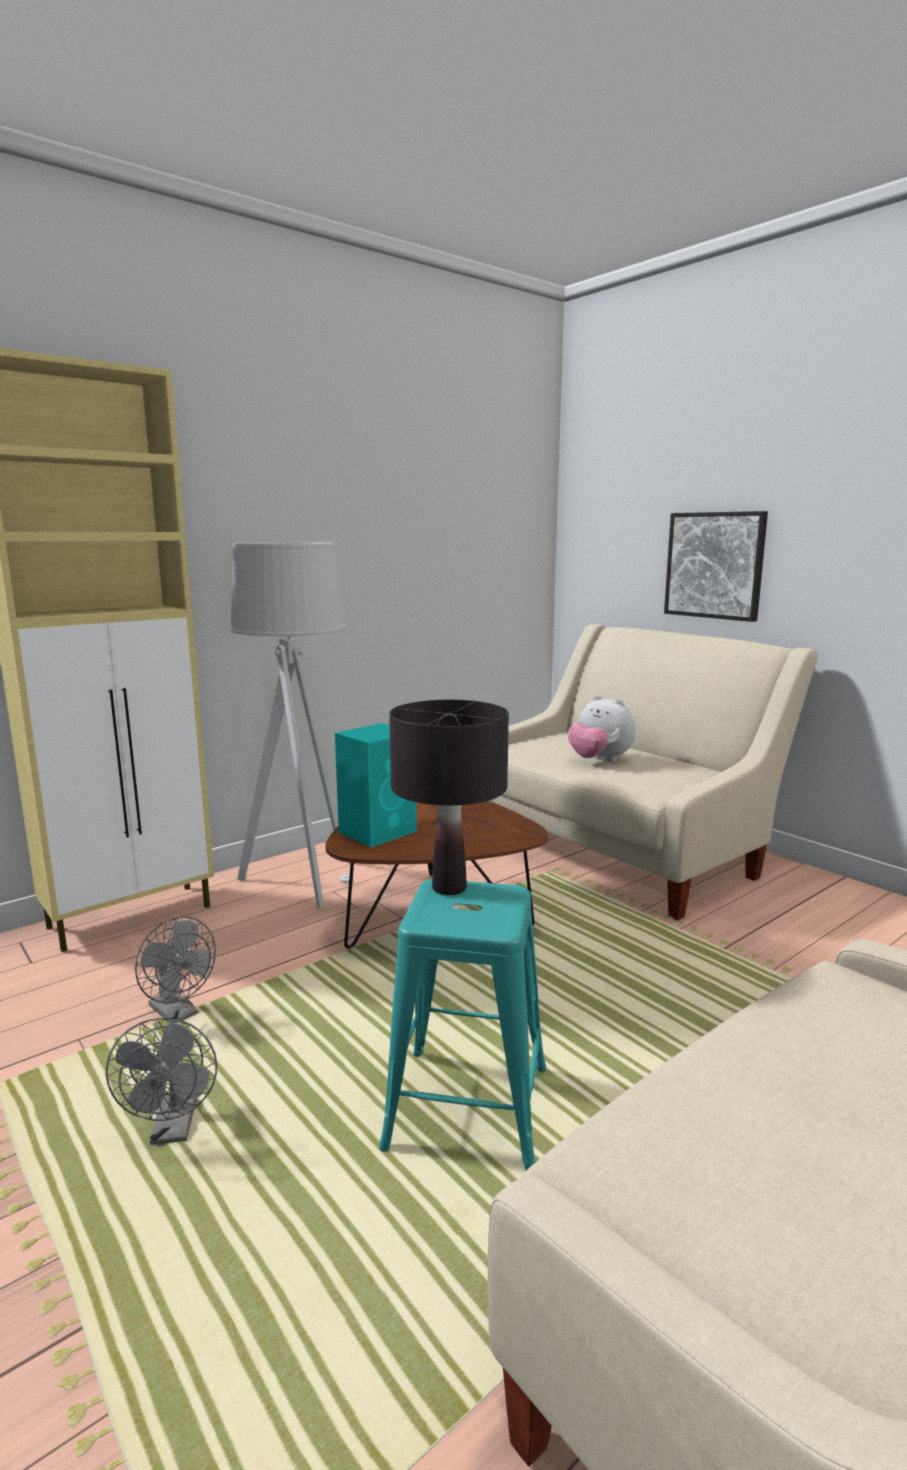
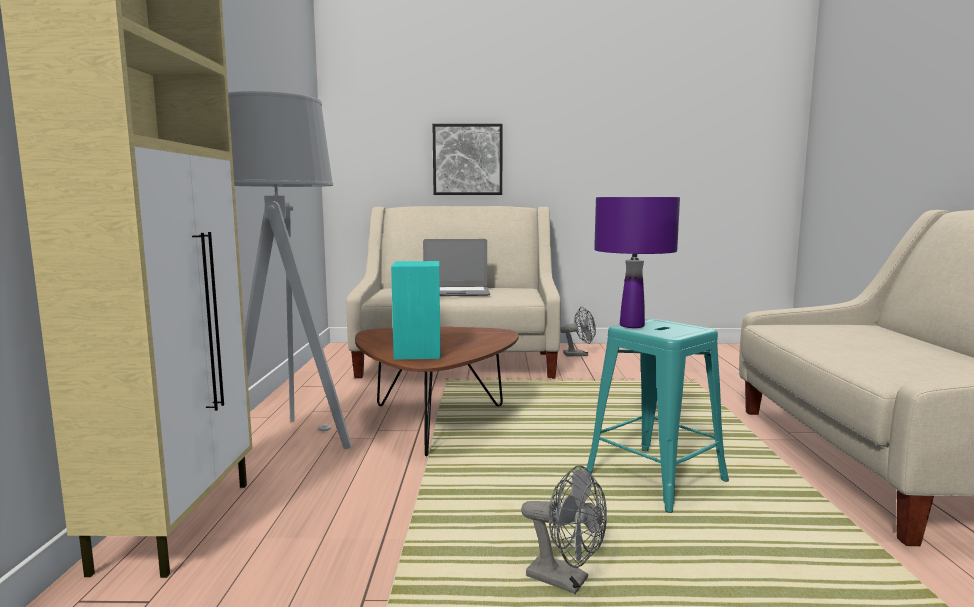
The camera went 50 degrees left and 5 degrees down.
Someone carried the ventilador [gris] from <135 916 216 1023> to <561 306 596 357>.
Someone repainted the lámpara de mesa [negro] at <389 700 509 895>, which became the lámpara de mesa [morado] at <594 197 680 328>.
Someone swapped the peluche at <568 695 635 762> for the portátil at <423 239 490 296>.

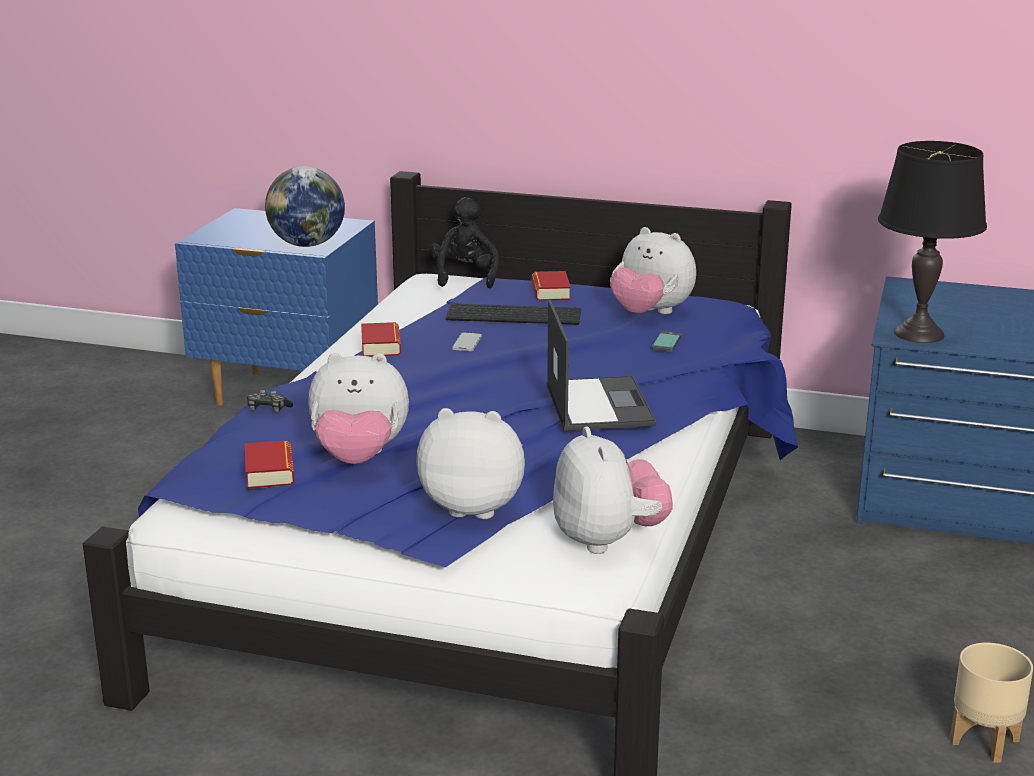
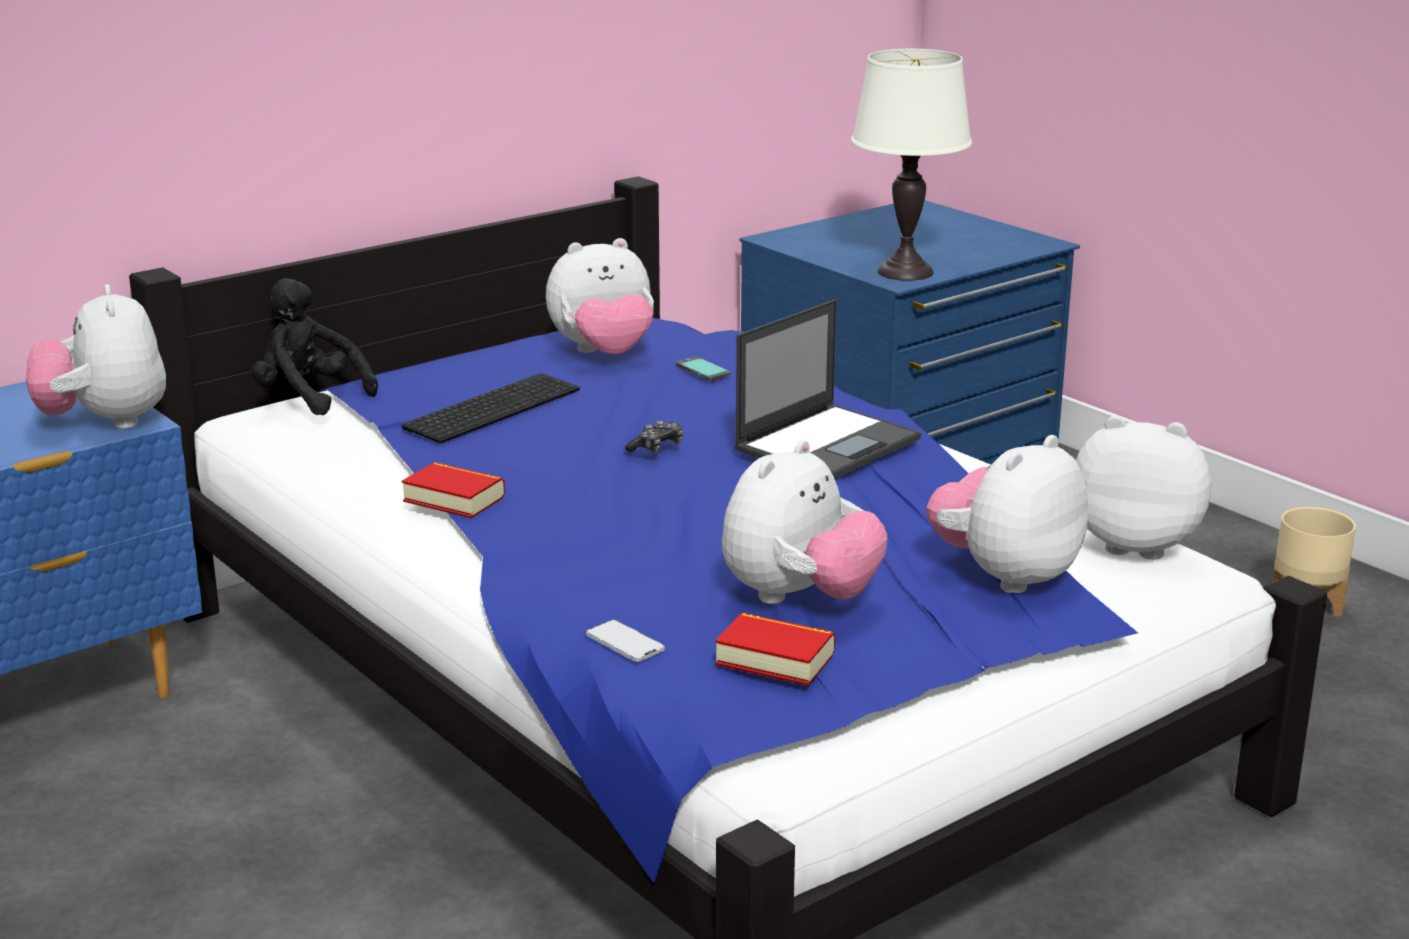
The camera went 55 degrees left and 0 degrees up.
Someone carried the mando de consola from <247 390 293 412> to <625 421 683 453>.
Someone swapped the globo terráqueo at <265 166 345 247> for the peluche at <25 284 166 429>.
Someone carried the móvil from <452 332 482 351> to <586 620 665 662>.
Someone took away the libro at <532 271 571 301>.
Someone rotated the portátil at <547 300 656 431> by 105 degrees clockwise.
Someone repainted the lámpara de mesa [negro] at <878 141 987 343>, which became the lámpara de mesa [blanco] at <851 49 972 281>.

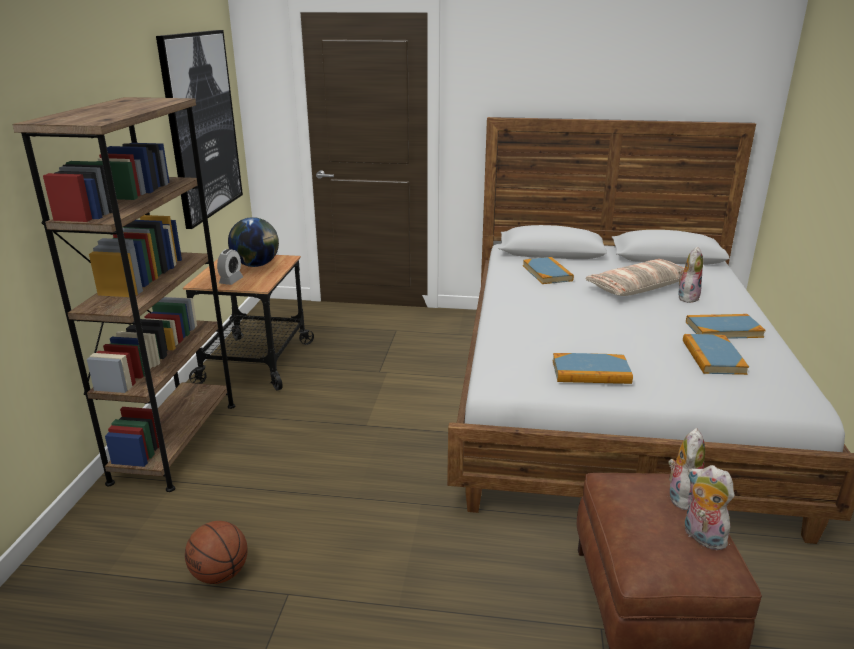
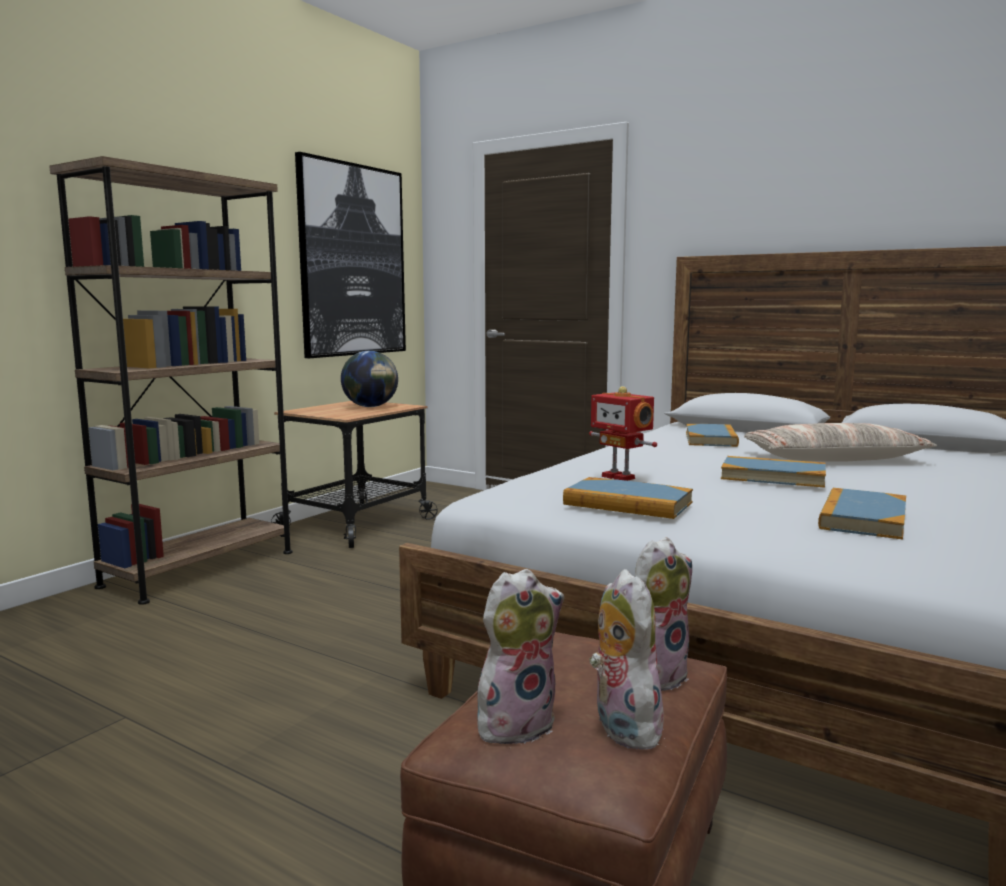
The camera went 25 degrees right and 15 degrees down.
Someone took away the balón de baloncesto at <185 521 248 584>.
Someone took away the despertador at <217 249 243 285>.
Someone carried the peluche from <679 247 703 303> to <477 569 564 748>.
Someone carried the libro from <686 314 766 339> to <721 456 826 488>.
Someone put down the robot de juguete at <589 386 657 481>.

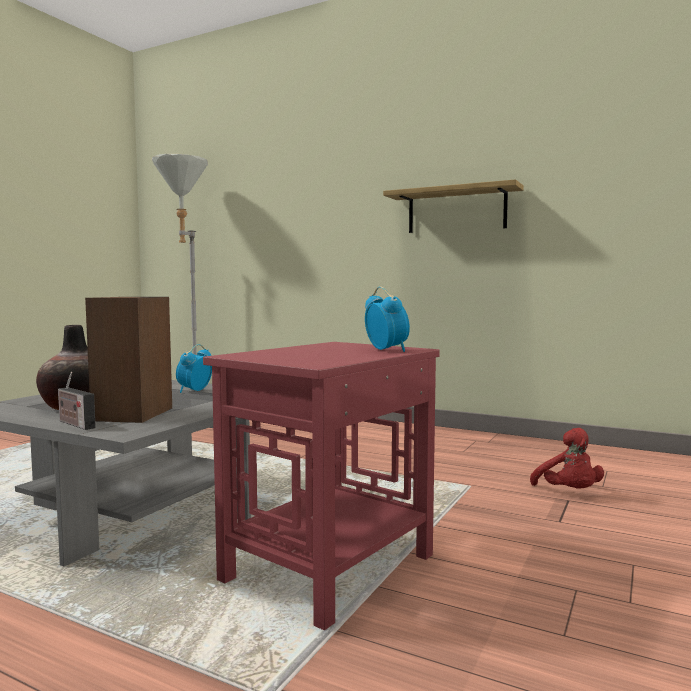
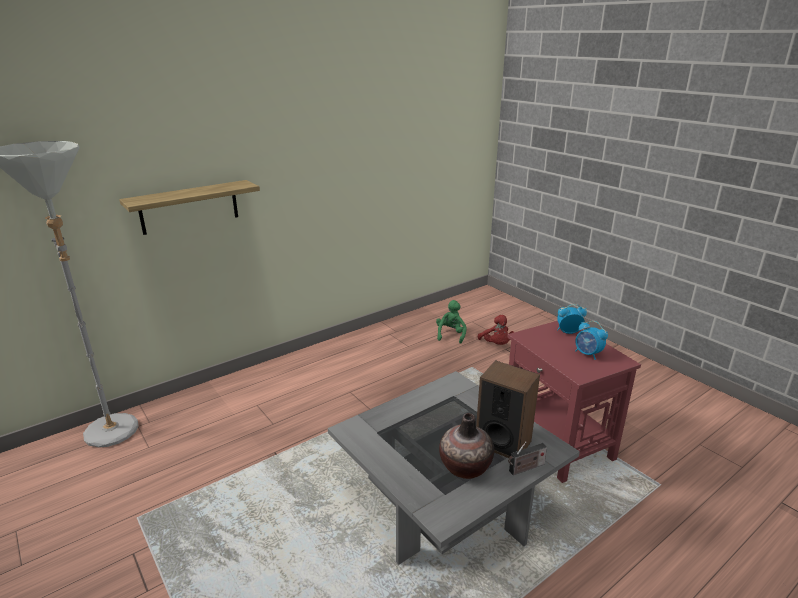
The camera went 65 degrees left and 20 degrees up.
Someone carried the despertador from <176 344 212 393> to <575 321 608 360>.
Someone carried the estante from <383 179 524 233> to <119 180 260 235>.
Someone rotated the peluche [rojo] at <530 428 604 488> by 60 degrees clockwise.
Someone put down the peluche [verde] at <436 300 467 344>.

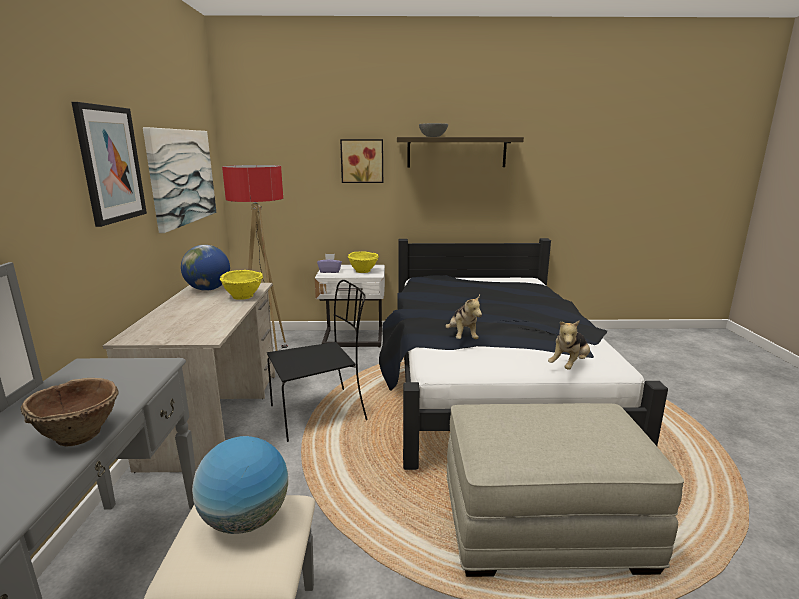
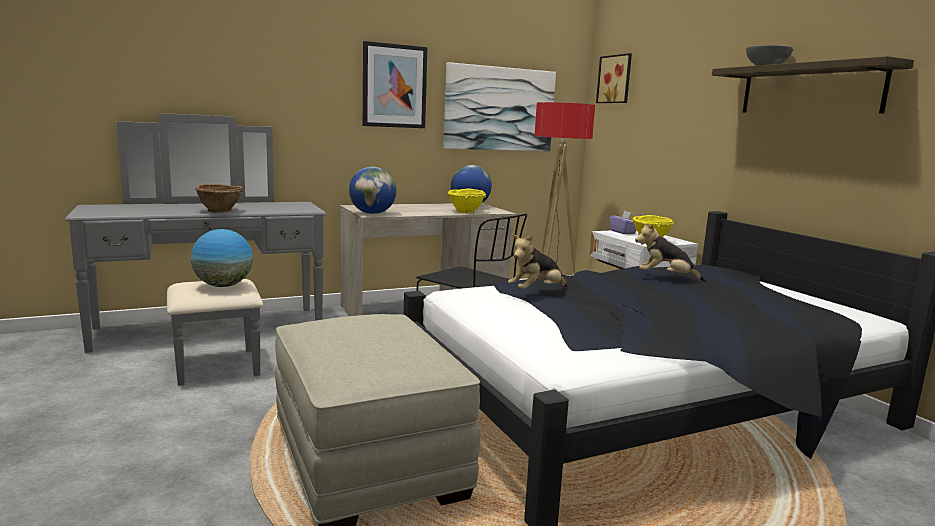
The camera went 65 degrees right and 5 degrees down.
Someone carried the cuadro from <340 139 383 183> to <596 53 632 103>.
Someone carried the peluche from <548 320 590 370> to <635 222 707 282>.
Someone put down the globo terráqueo at <349 167 396 214>.

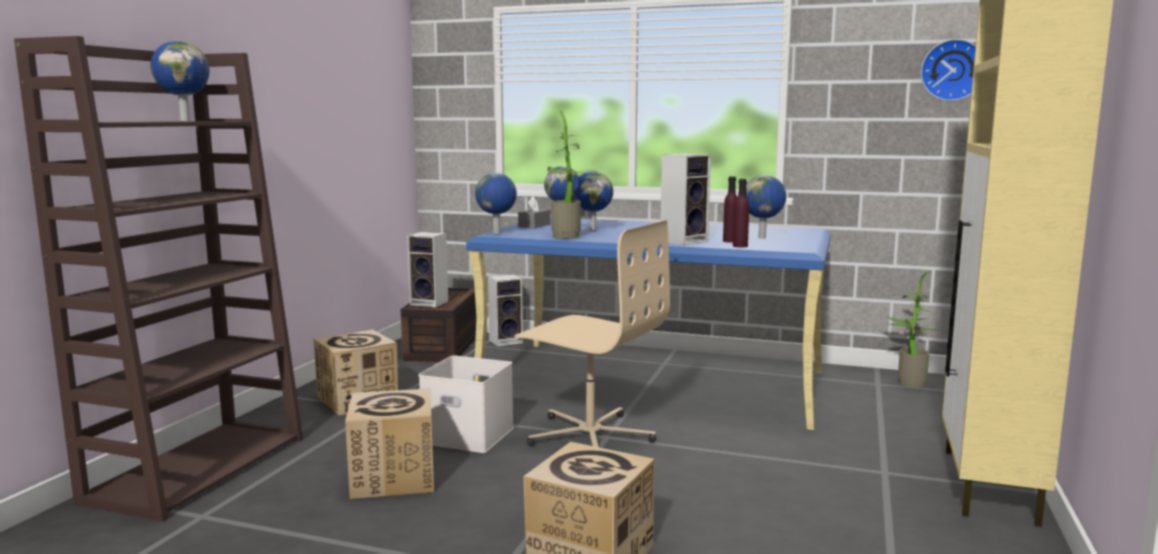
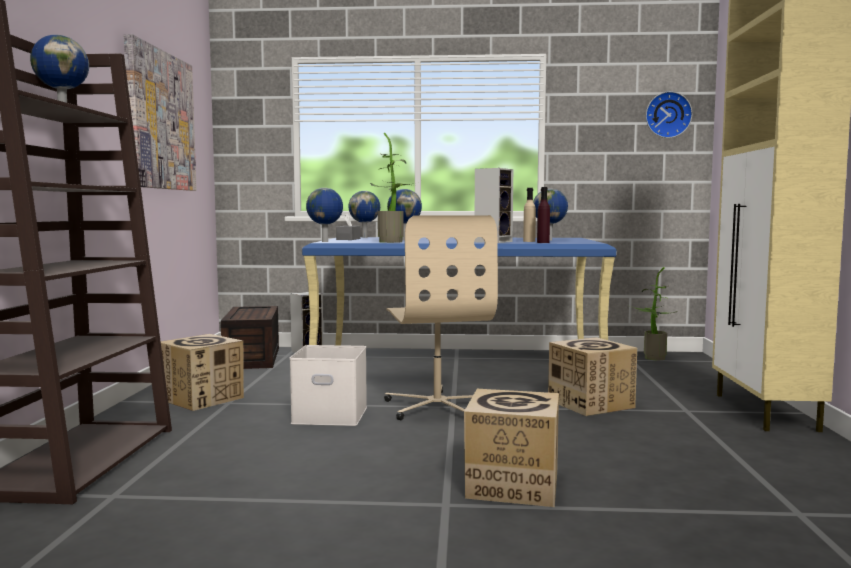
The camera went 15 degrees left and 5 degrees down.
Someone carried the caja de cartón from <345 388 434 499> to <548 337 637 416>.
Someone took away the altavoz at <407 232 448 307>.
Someone rotated the silla de oficina [beis] at <514 220 670 447> by 60 degrees clockwise.
Someone repainted the botella [morado] at <723 176 738 243>, which became the botella [beis] at <523 188 536 242>.
Someone put up the cuadro at <124 34 197 191>.

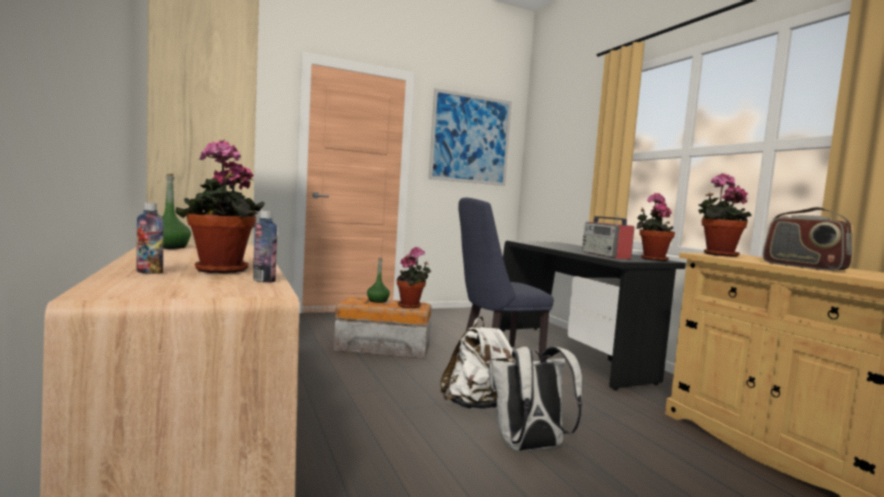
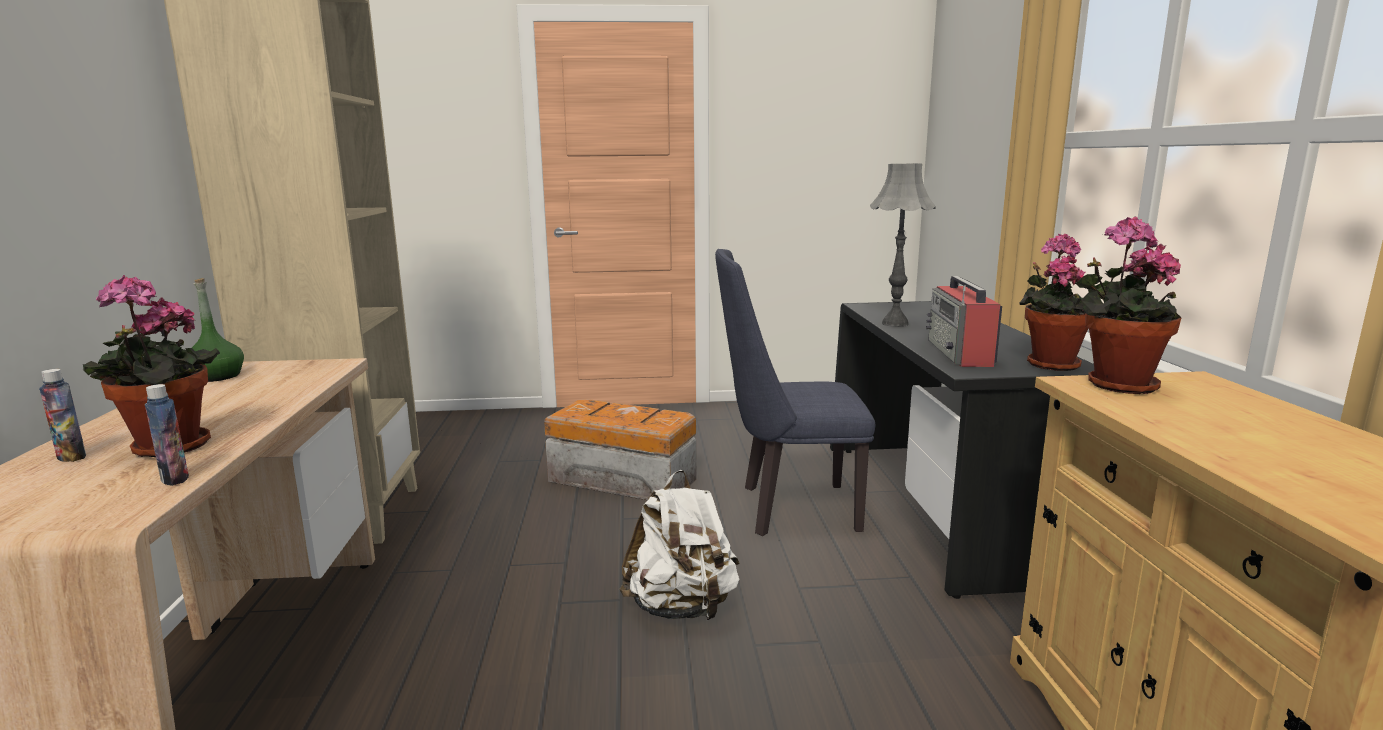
The camera went 20 degrees right and 10 degrees up.
Someone took away the botella [verde] at <367 258 390 303>.
Someone took away the planta en maceta at <397 247 431 308>.
Someone took away the cuadro at <429 88 512 186>.
Someone took away the mochila [blanco] at <489 346 583 451>.
Someone took away the radio at <763 207 852 271>.
Someone put down the lámpara de mesa [gris] at <870 164 936 327>.

